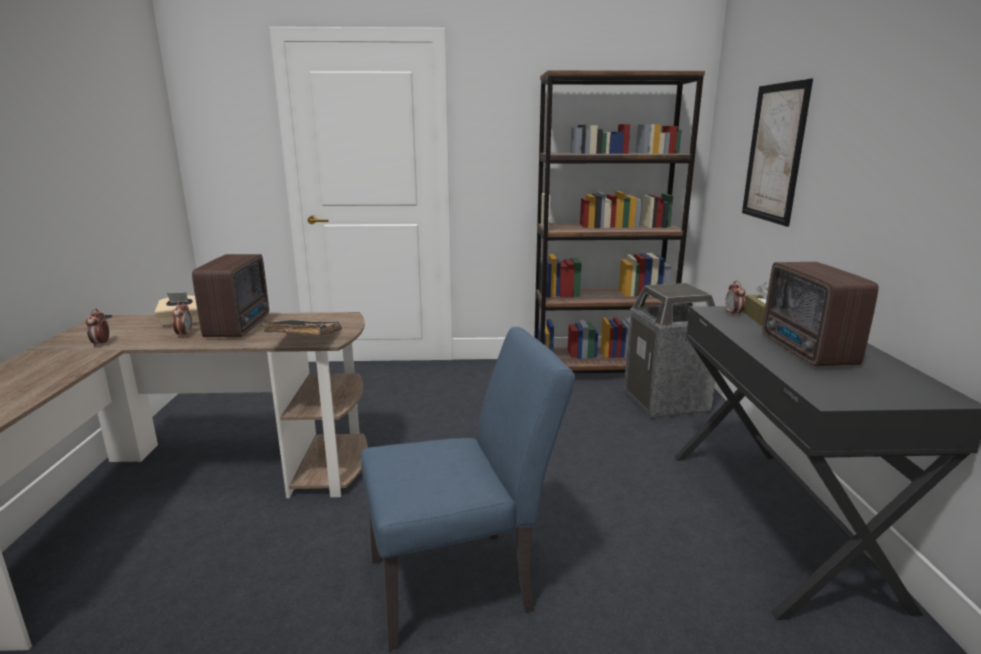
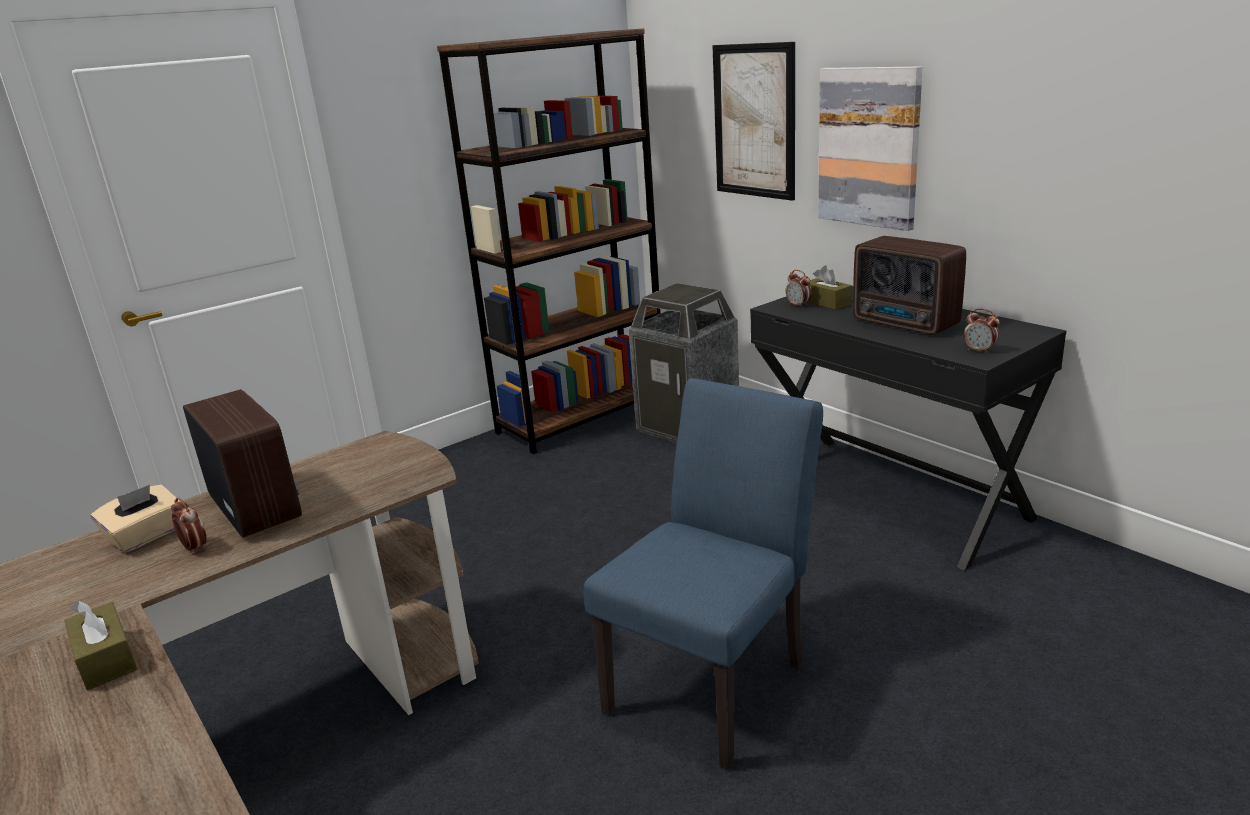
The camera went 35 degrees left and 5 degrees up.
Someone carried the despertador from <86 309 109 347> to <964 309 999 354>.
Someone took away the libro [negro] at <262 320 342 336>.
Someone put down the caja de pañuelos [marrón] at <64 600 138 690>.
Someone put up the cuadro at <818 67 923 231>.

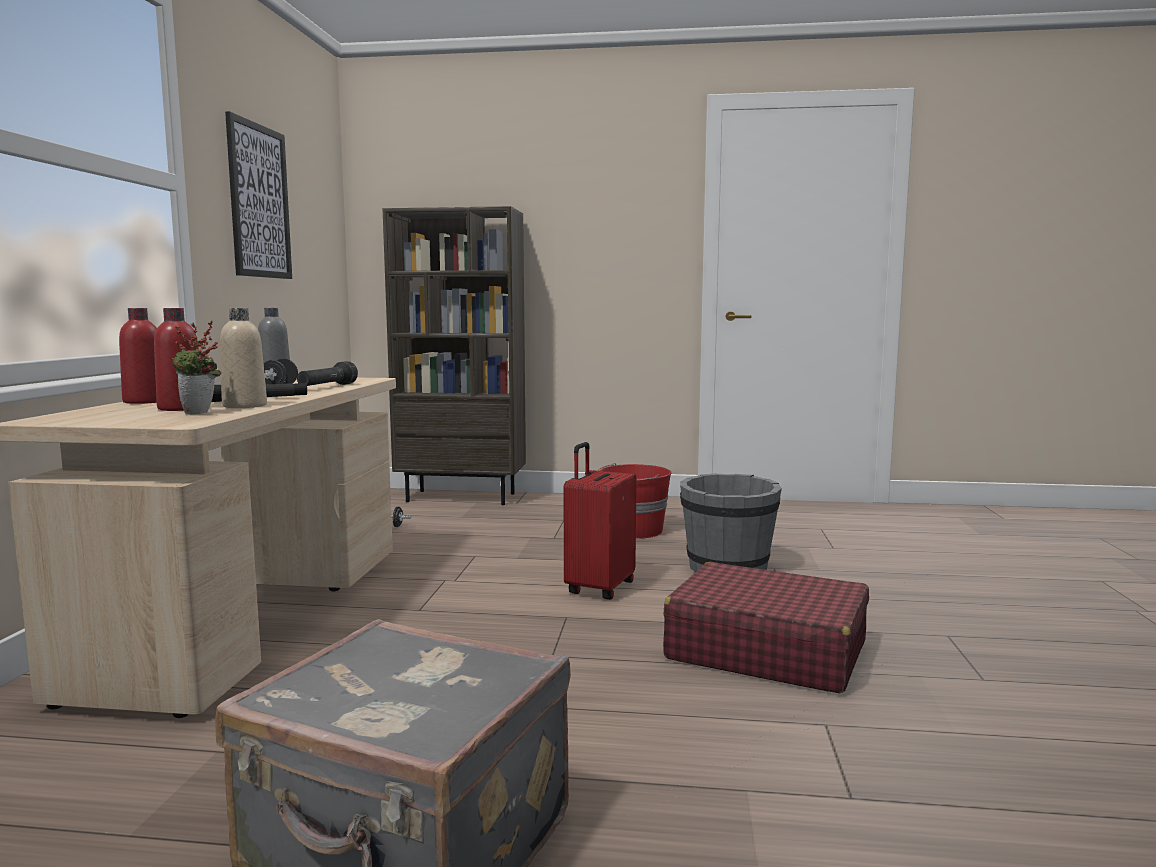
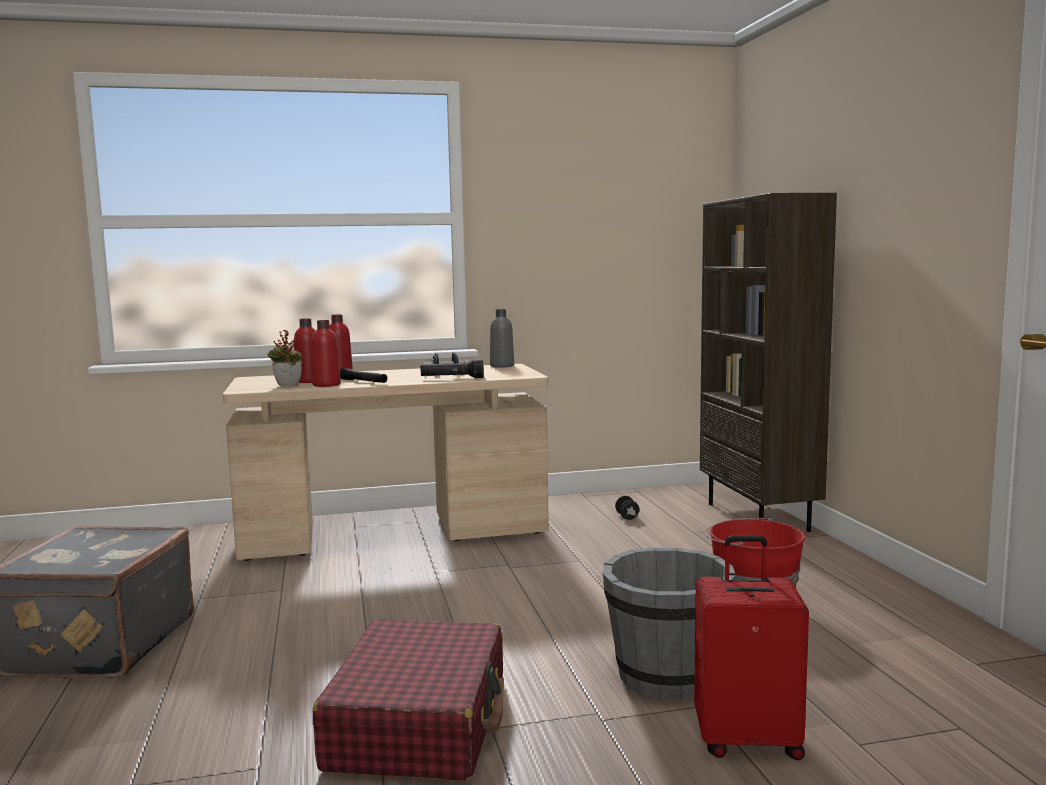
The camera went 70 degrees right and 0 degrees up.
Someone repainted the botella [beis] at <220 308 267 408>, which became the botella [rojo] at <311 320 341 387>.
Someone took away the cuadro at <225 111 292 279>.
Someone carried the maleta [rojo] from <564 442 637 600> to <694 535 809 760>.

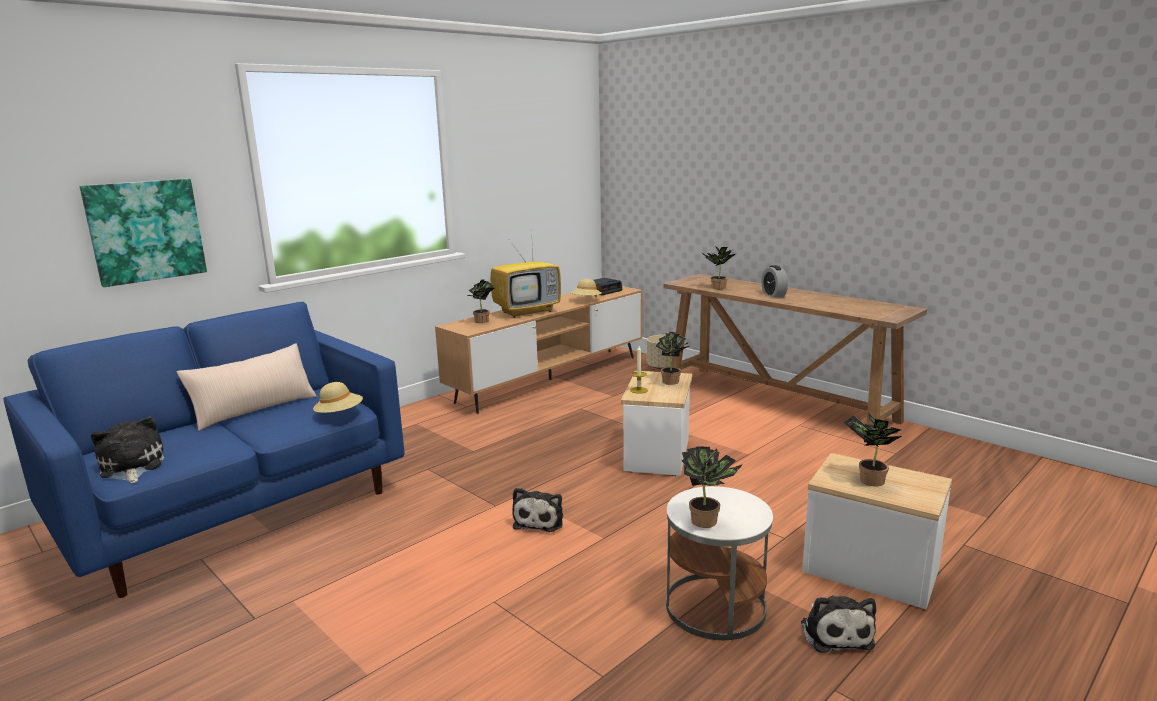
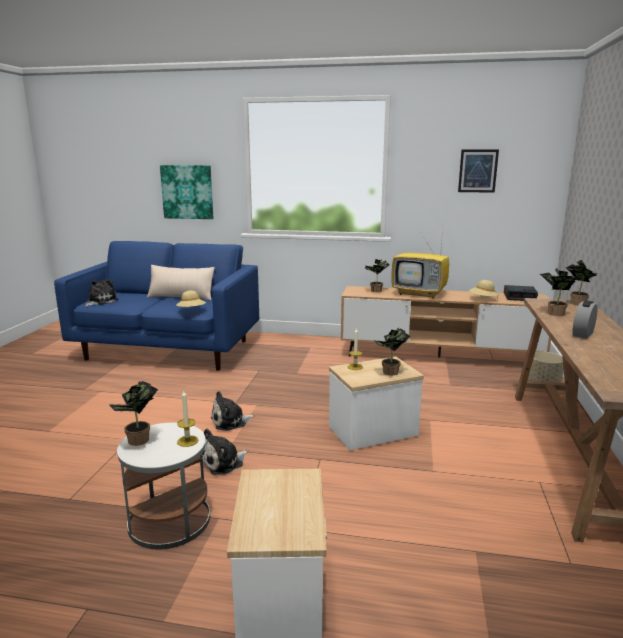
The camera went 55 degrees right and 0 degrees up.
Someone carried the peluche from <801 596 876 653> to <202 429 248 475>.
Someone carried the planta en maceta from <843 412 902 486> to <566 260 598 305>.
Someone put down the vela at <177 391 198 447>.
Someone put up the cuadro at <458 149 499 193>.

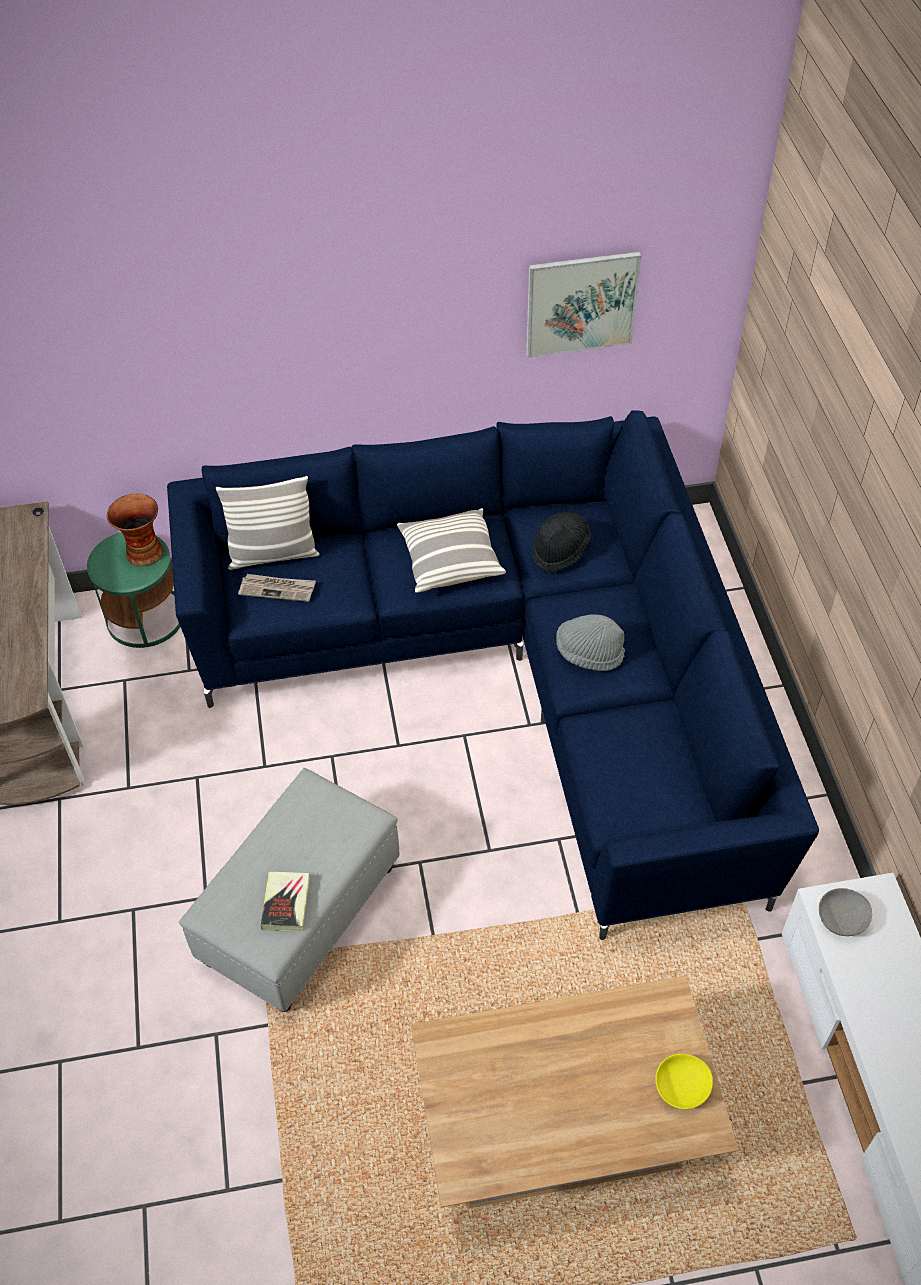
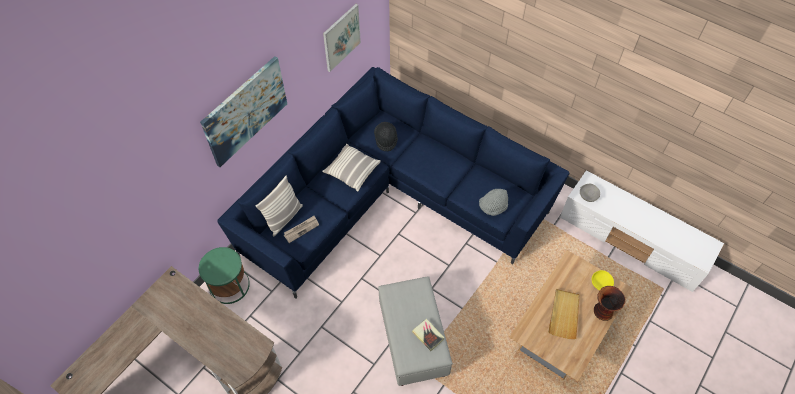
The camera went 45 degrees left and 5 degrees up.
Someone carried the florero from <107 494 163 567> to <594 286 625 321>.
Someone carried the sombrero [gris] from <556 614 625 671> to <479 189 508 216>.
Someone put up the cuadro at <200 56 287 167>.
Someone put down the bandeja [beis] at <548 289 580 340>.

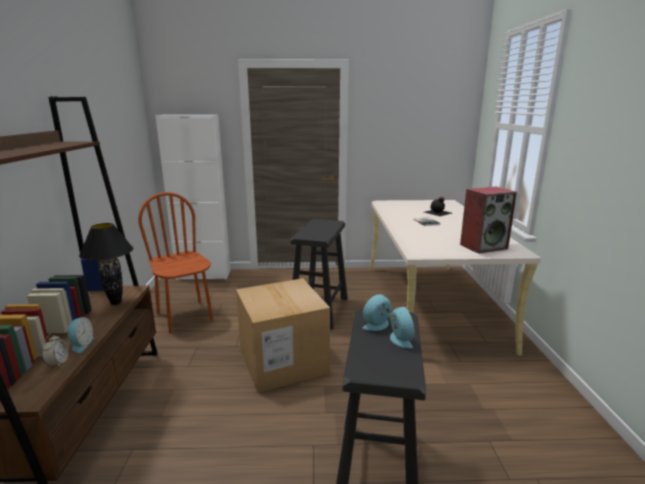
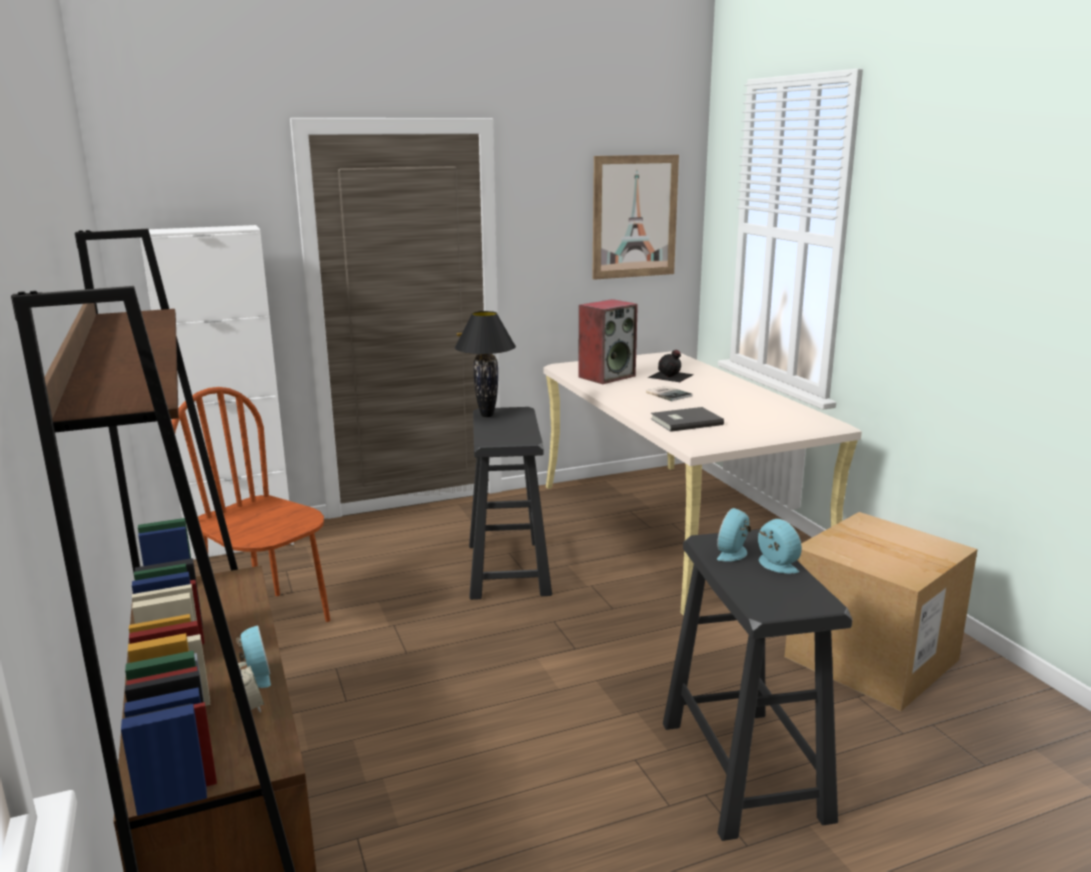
The camera went 20 degrees left and 0 degrees up.
Someone carried the lámpara de mesa [negro] from <79 223 133 305> to <455 311 516 417>.
Someone carried the caja de cartón from <236 278 330 393> to <785 512 978 711>.
Someone carried the altavoz from <460 187 517 254> to <578 299 638 384>.
Someone put up the cuadro at <592 155 679 280>.
Someone put down the libro [gris] at <651 407 724 432>.

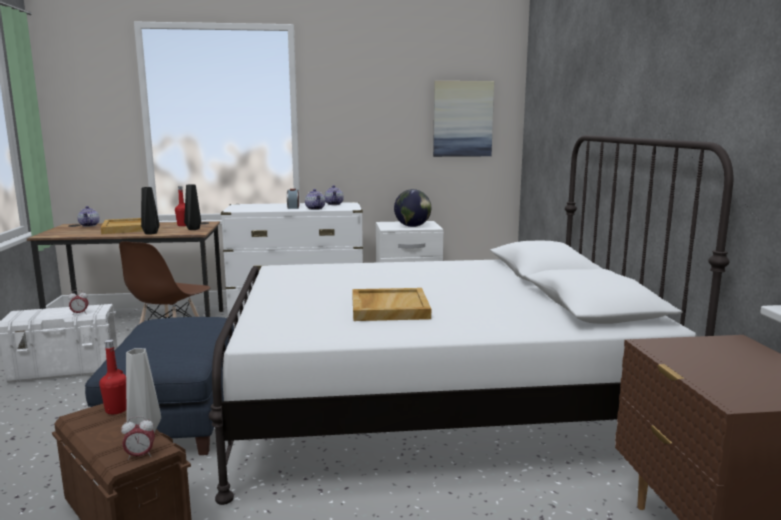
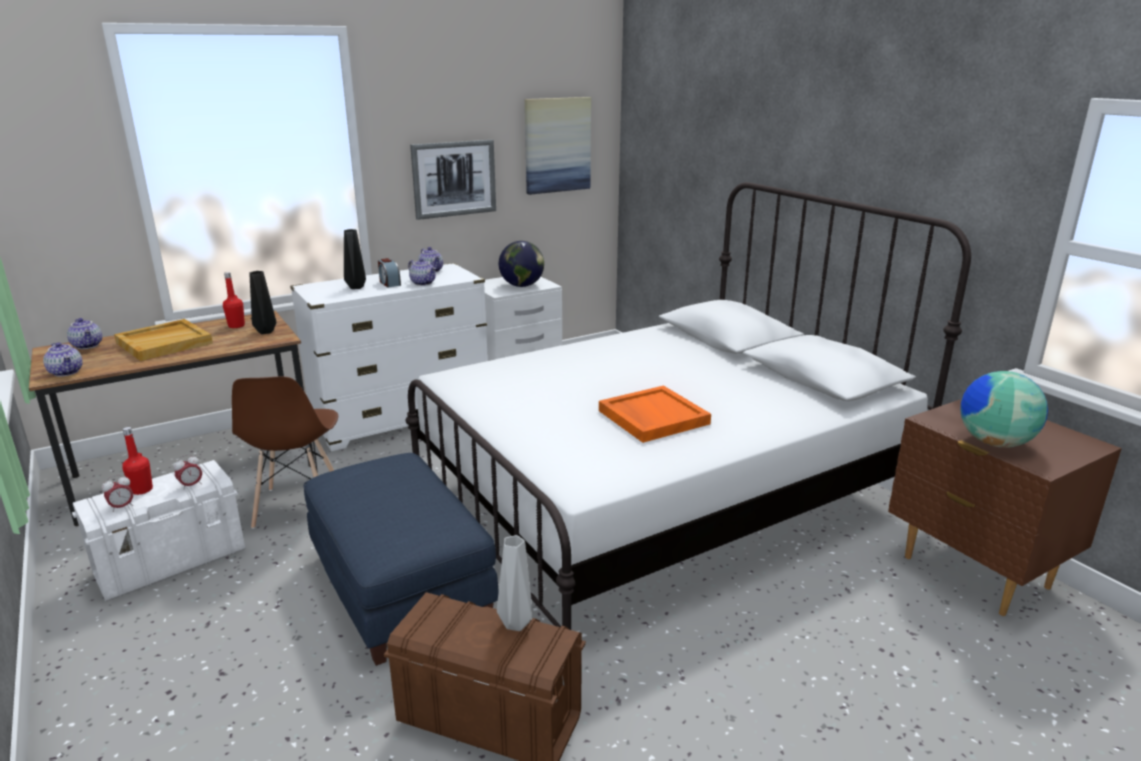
The camera went 25 degrees left and 10 degrees up.
Someone carried the botella [rojo] from <99 339 126 414> to <122 427 153 495>.
Someone carried the despertador from <121 416 155 460> to <102 475 133 512>.
Someone carried the florero [negro] from <141 187 159 235> to <344 229 366 289>.
Someone repainted the bandeja [beis] at <352 288 431 321>, which became the bandeja [naranja] at <599 385 711 443>.
Someone put down the tetera at <43 342 83 377>.
Someone put up the cuadro at <410 140 496 220>.
Someone put down the globo terráqueo at <960 371 1048 448>.

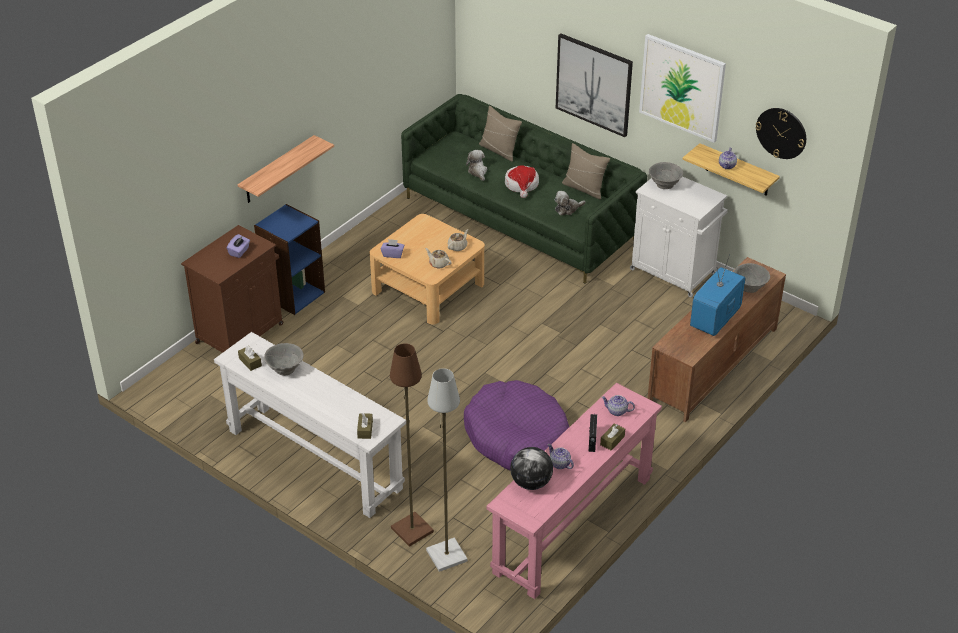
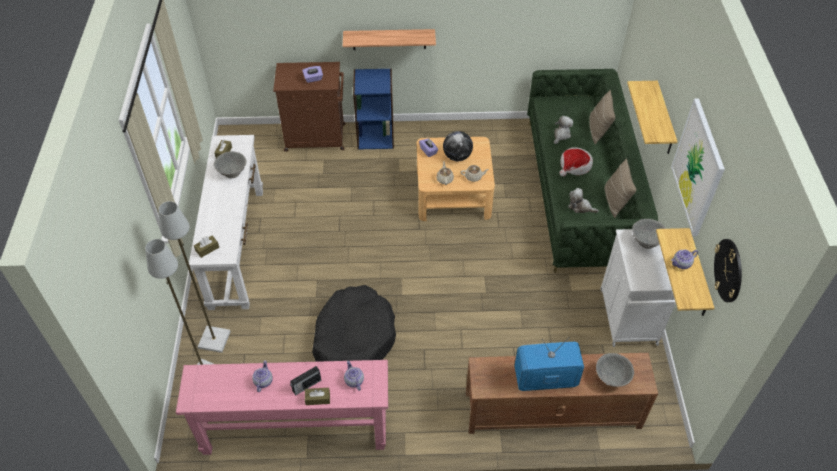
The camera went 50 degrees right and 10 degrees up.
Someone repainted the lámpara de pie [marrón] at <390 343 434 547>, which became the lámpara de pie [gris] at <158 201 231 353>.
Someone repainted the cama para perro [morado] at <464 380 569 471>, which became the cama para perro [negro] at <312 285 396 362>.
Someone carried the globo terráqueo from <510 447 553 490> to <443 131 473 161>.
Someone swapped the cuadro at <556 34 633 137> for the estante at <627 81 678 154>.

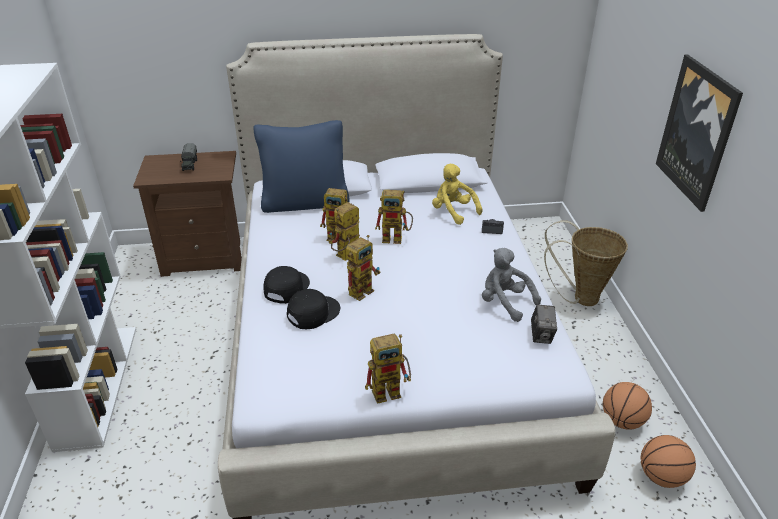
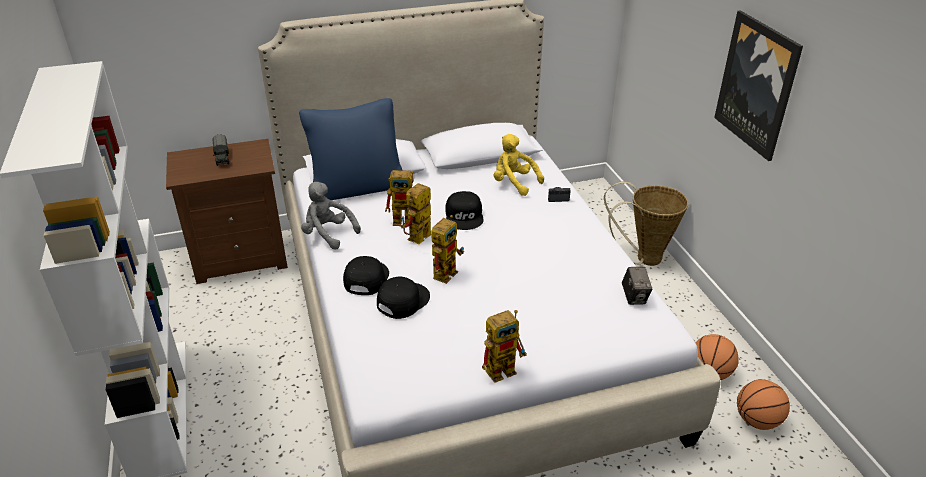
The camera went 10 degrees left and 0 degrees up.
Someone swapped the robot de juguete at <375 190 413 244> for the gorra [negro] at <445 191 484 230>.
Someone carried the peluche [gris] from <482 248 541 322> to <301 182 361 249>.

